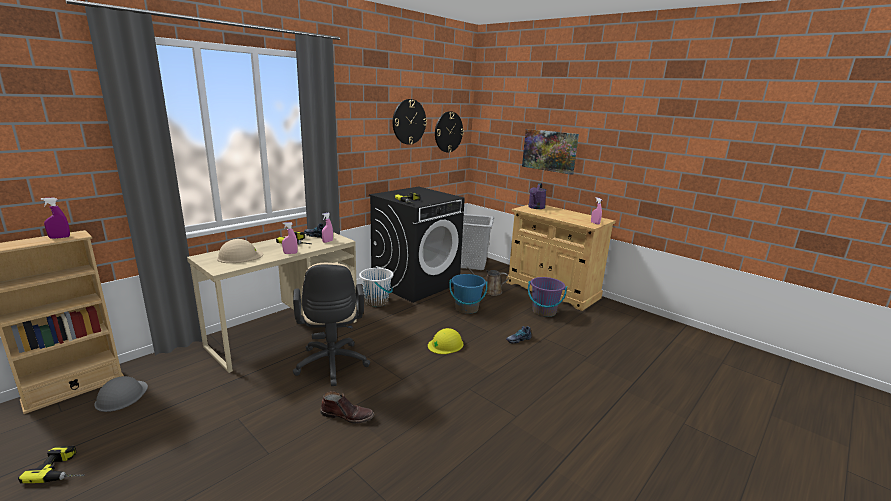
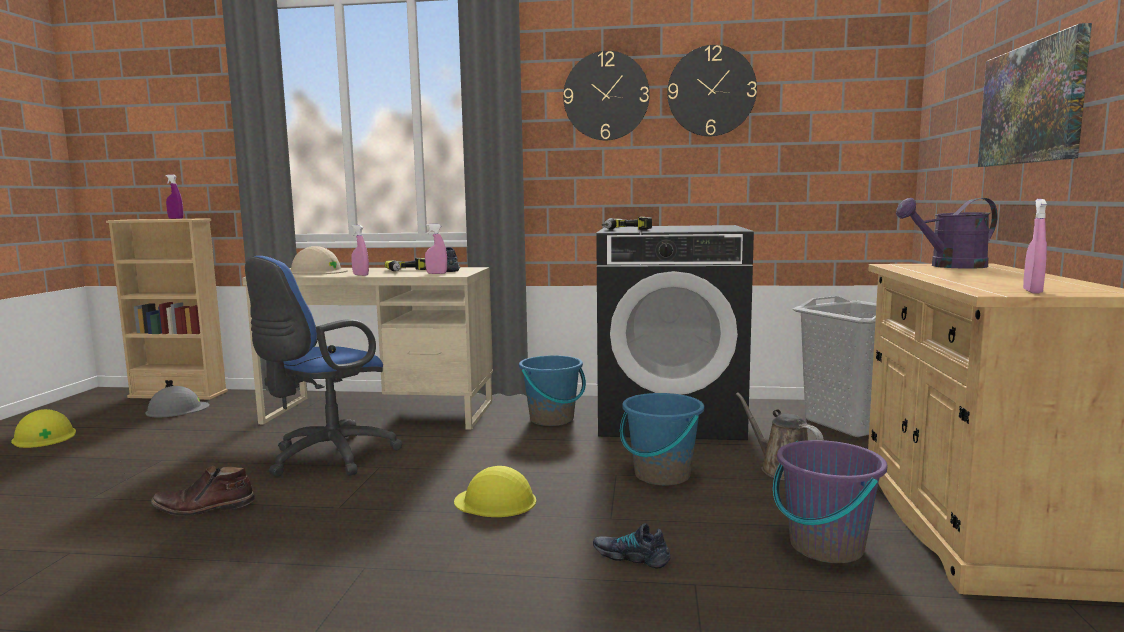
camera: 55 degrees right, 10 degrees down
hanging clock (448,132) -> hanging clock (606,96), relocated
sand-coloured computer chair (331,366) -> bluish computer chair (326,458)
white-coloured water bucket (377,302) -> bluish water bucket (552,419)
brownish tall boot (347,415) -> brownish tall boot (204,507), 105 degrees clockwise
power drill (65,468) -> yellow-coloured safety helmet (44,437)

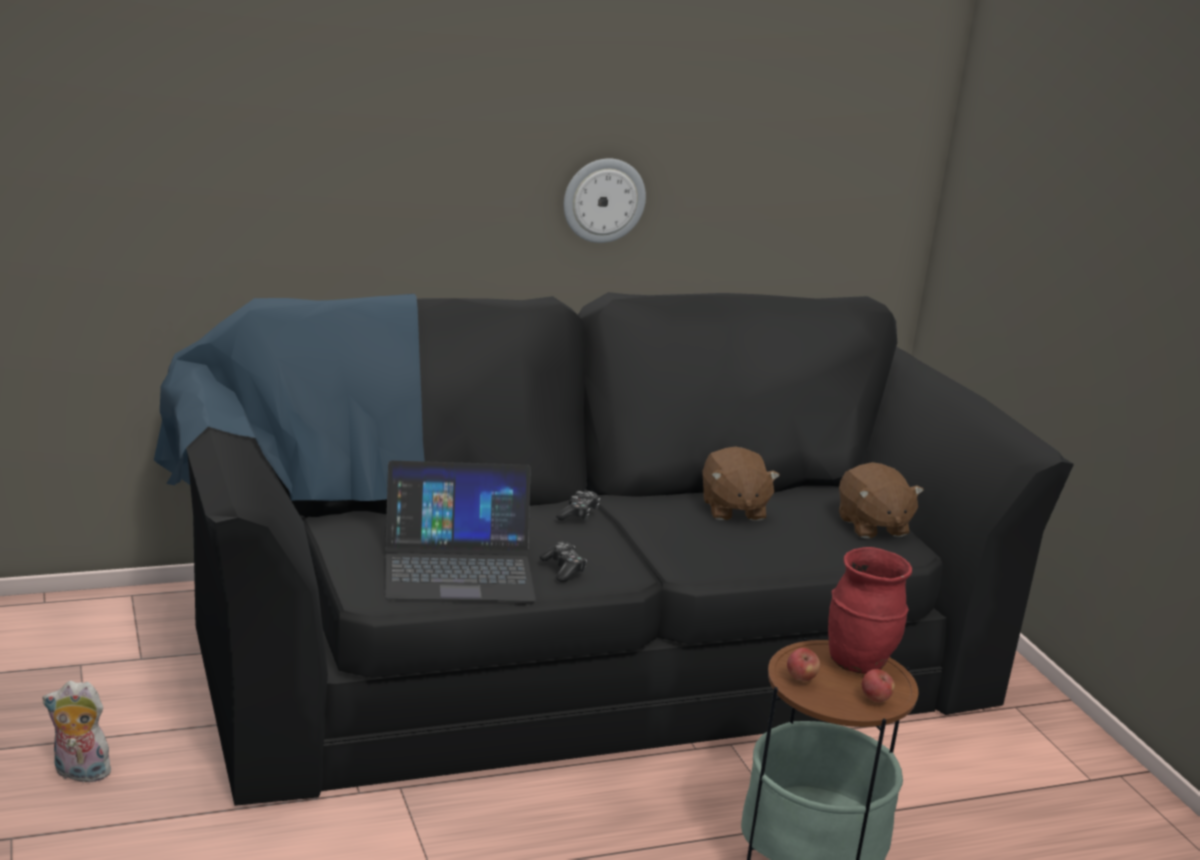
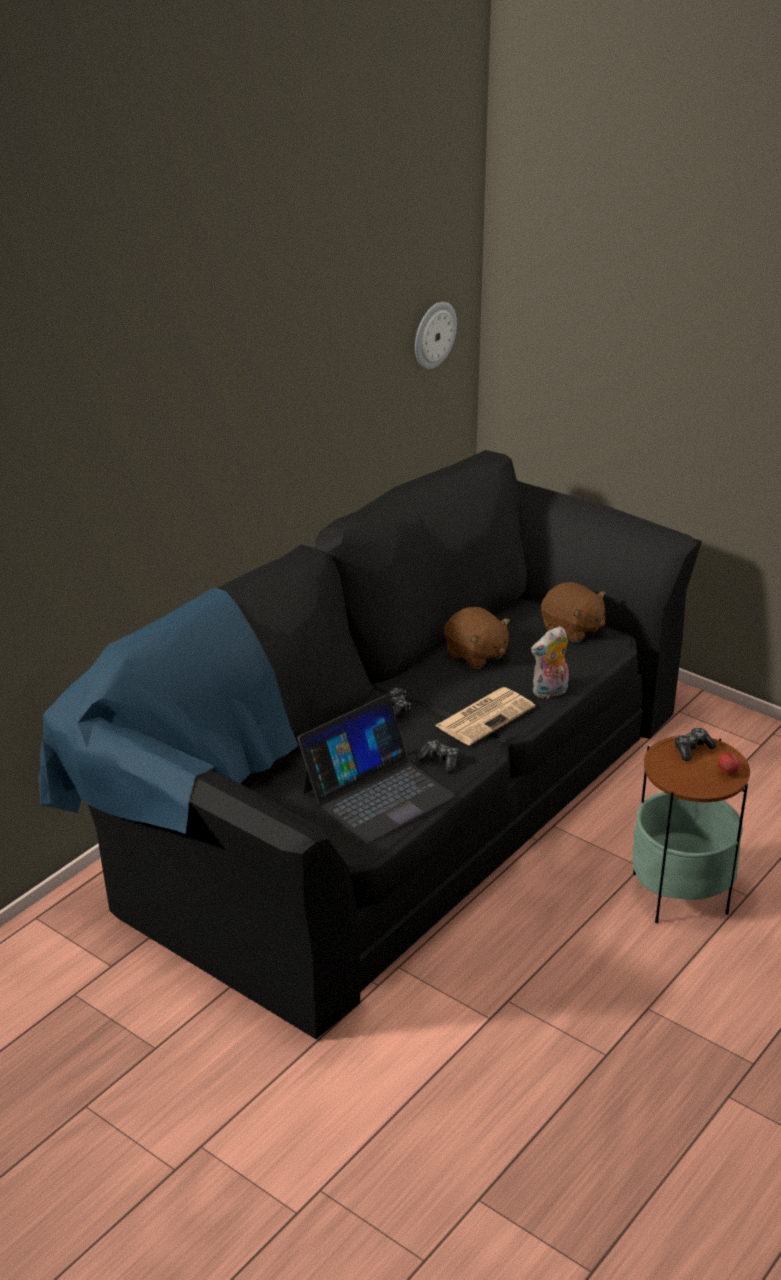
camera: 30 degrees left, 10 degrees up
hanging clock (603,200) -> hanging clock (433,335), relocated
reddish vase (858,662) -> gamepad (692,749)
apple fruit (801,678) -> none
plush toy (79,773) -> plush toy (550,692), relocated
none -> newspaper (485,716)

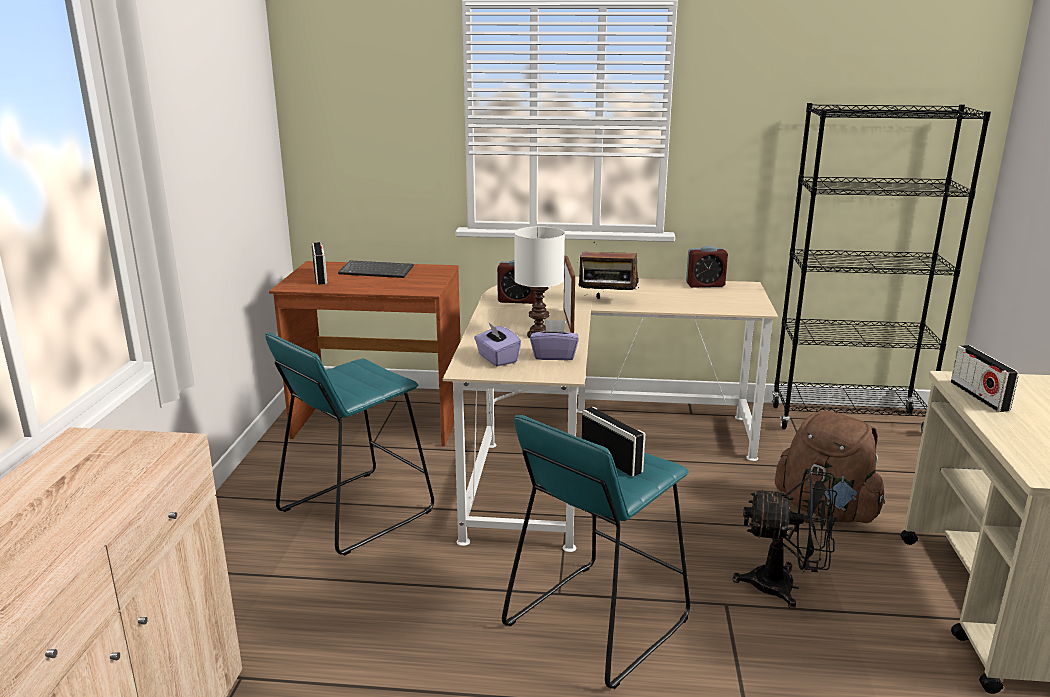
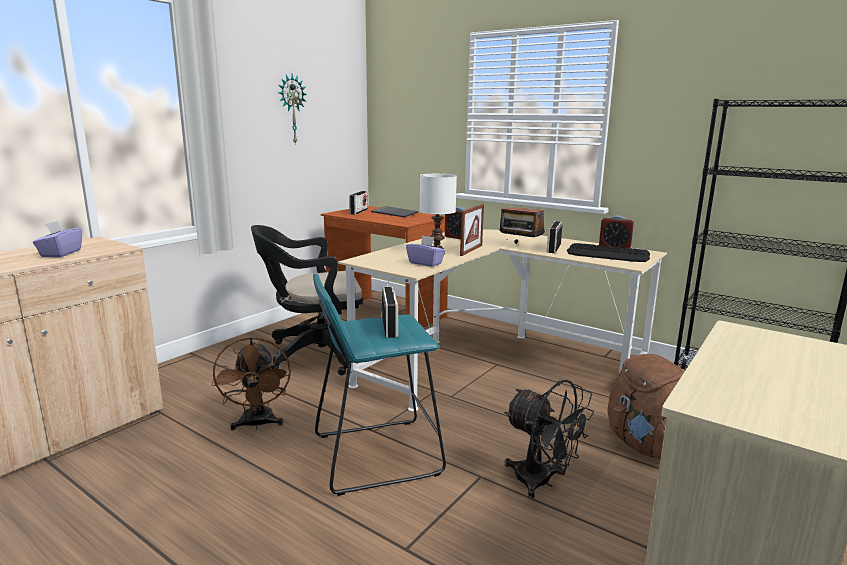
camera: 30 degrees right, 5 degrees down
purple-coloured tissue holder (497,359) -> purple-coloured tissue holder (60,253), relocated
turquoise sitting stool (355,511) -> black computer chair (315,354)
radio receiver (979,396) -> radio receiver (553,248), relocated
none -> hanging clock (291,109)
none -> keyboard (608,254)
none -> brownish cooling fan (257,424)

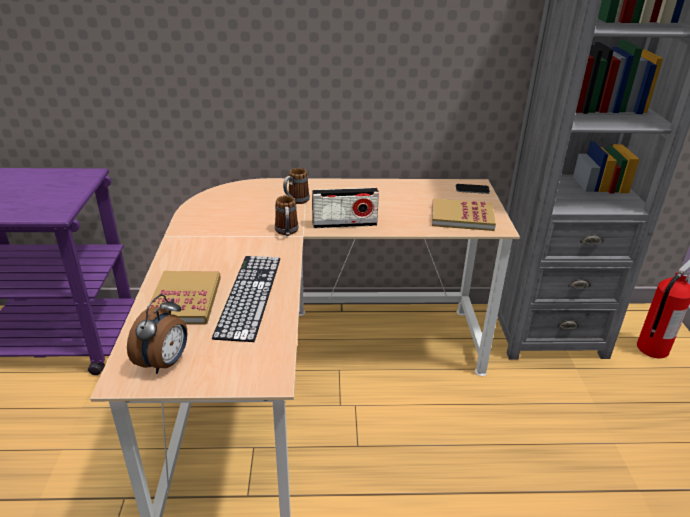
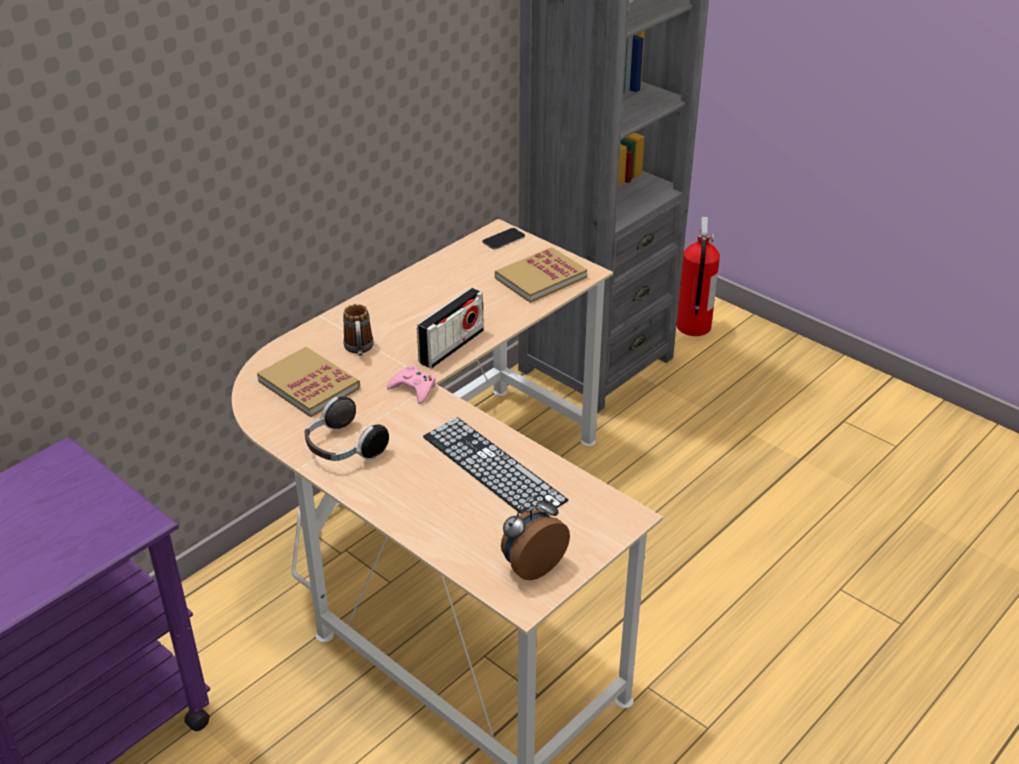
camera: 45 degrees left, 5 degrees up
tea mug (287,232) -> pink gamepad (414,388)
book (185,300) -> book (309,385), relocated
table clock (165,363) -> table clock (531,566), 105 degrees counterclockwise
none -> pair of headphones (343,448)

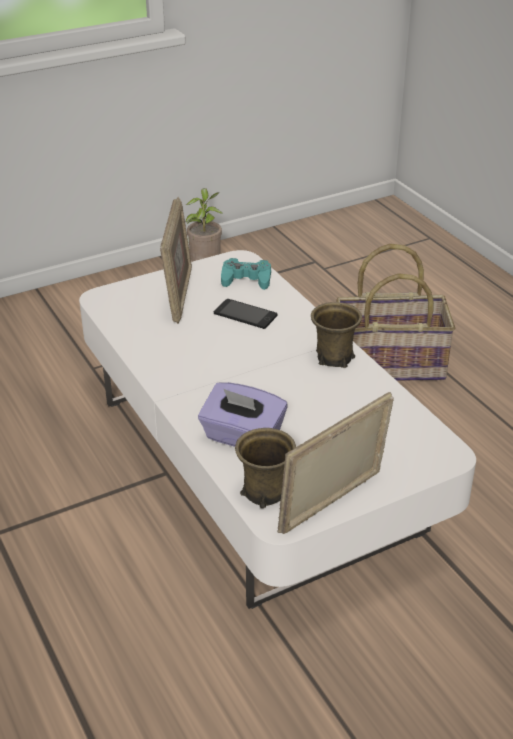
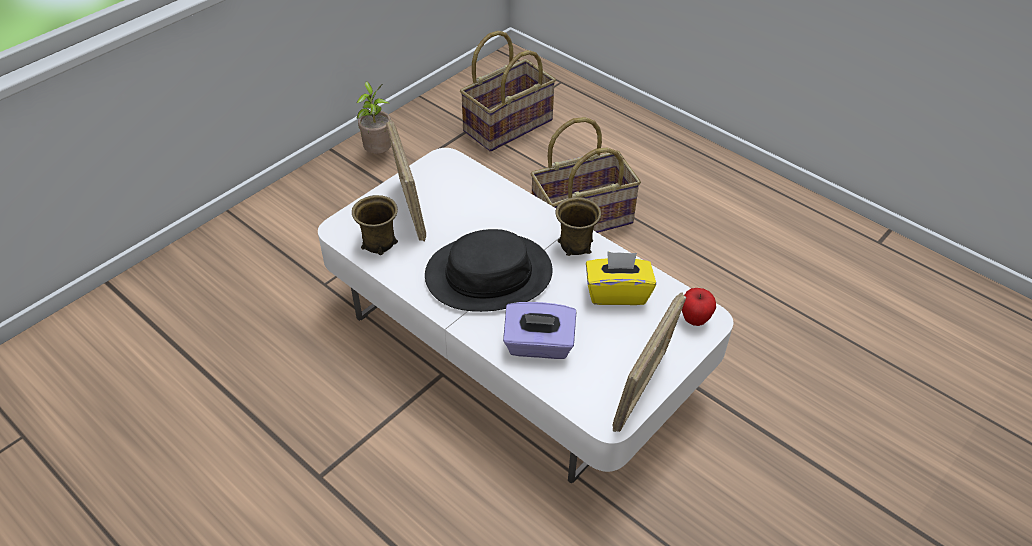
camera: 20 degrees left, 10 degrees up
turquoise gamepad (246,279) -> none
telephone (245,314) -> none
brownish tea mug (264,492) -> brownish tea mug (378,243), relocated
none -> storage basket (507,125)
none -> black wearable hat (488,274)
none -> yellow-coloured tissue holder (617,293)
none -> apple fruit (695,319)

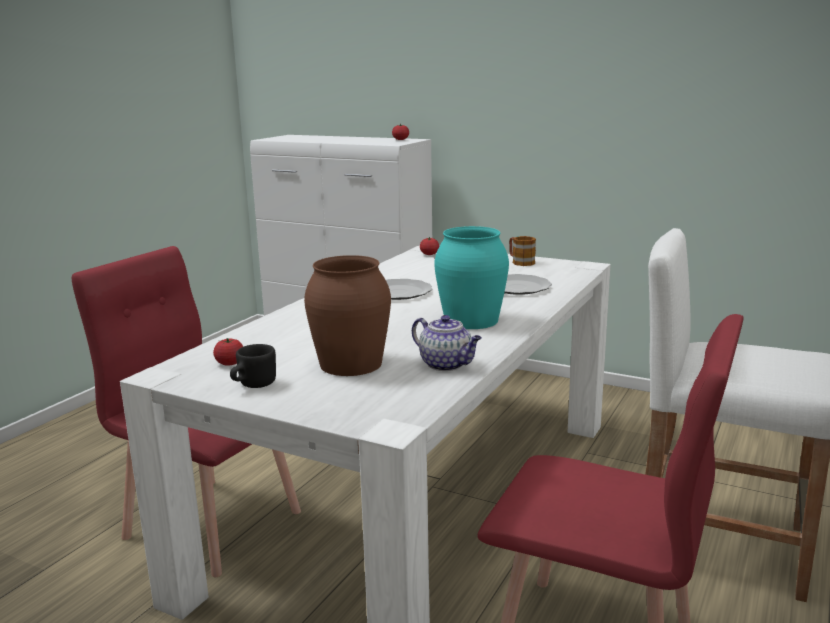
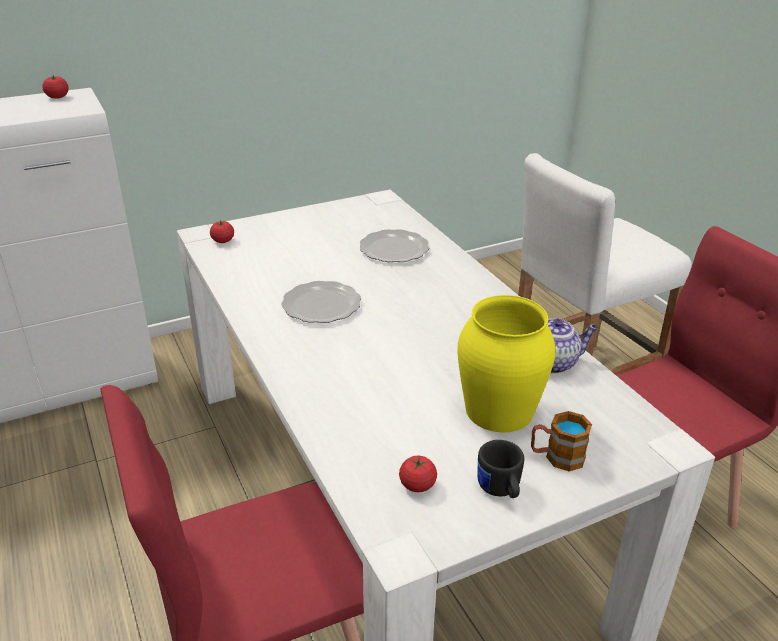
camera: 55 degrees left, 15 degrees up
turquoise vase (471,320) -> none
tea mug (520,262) -> tea mug (556,457), relocated
brownish vase (350,364) -> yellow-coloured vase (498,410)

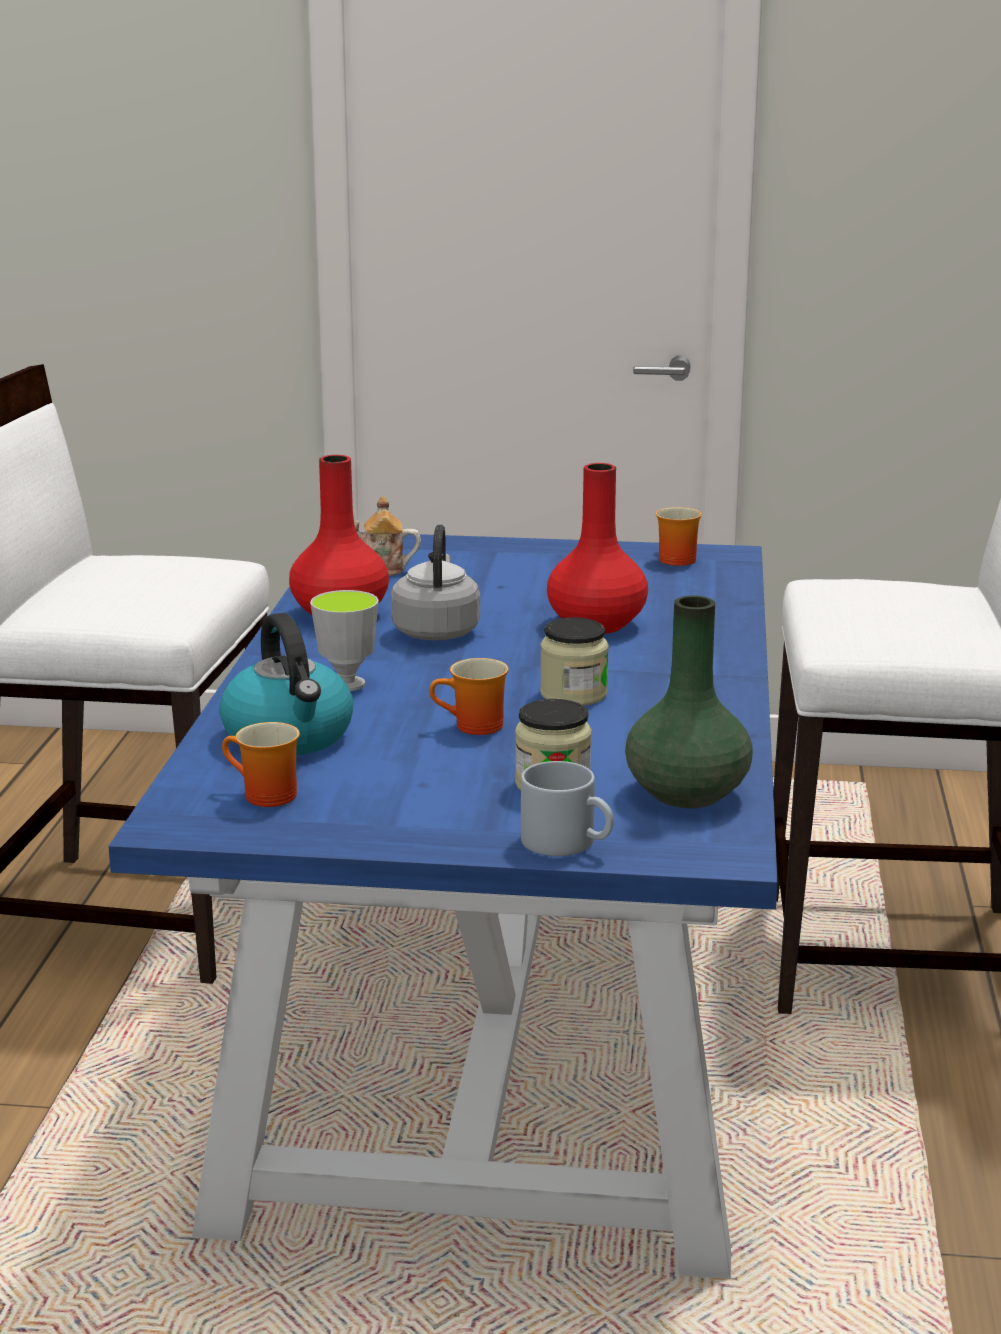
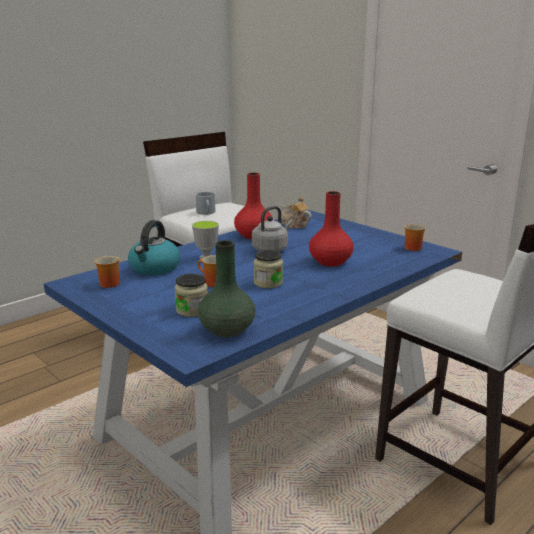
camera: 40 degrees right, 0 degrees up
gray tea mug (569,843) -> gray tea mug (206,213), relocated

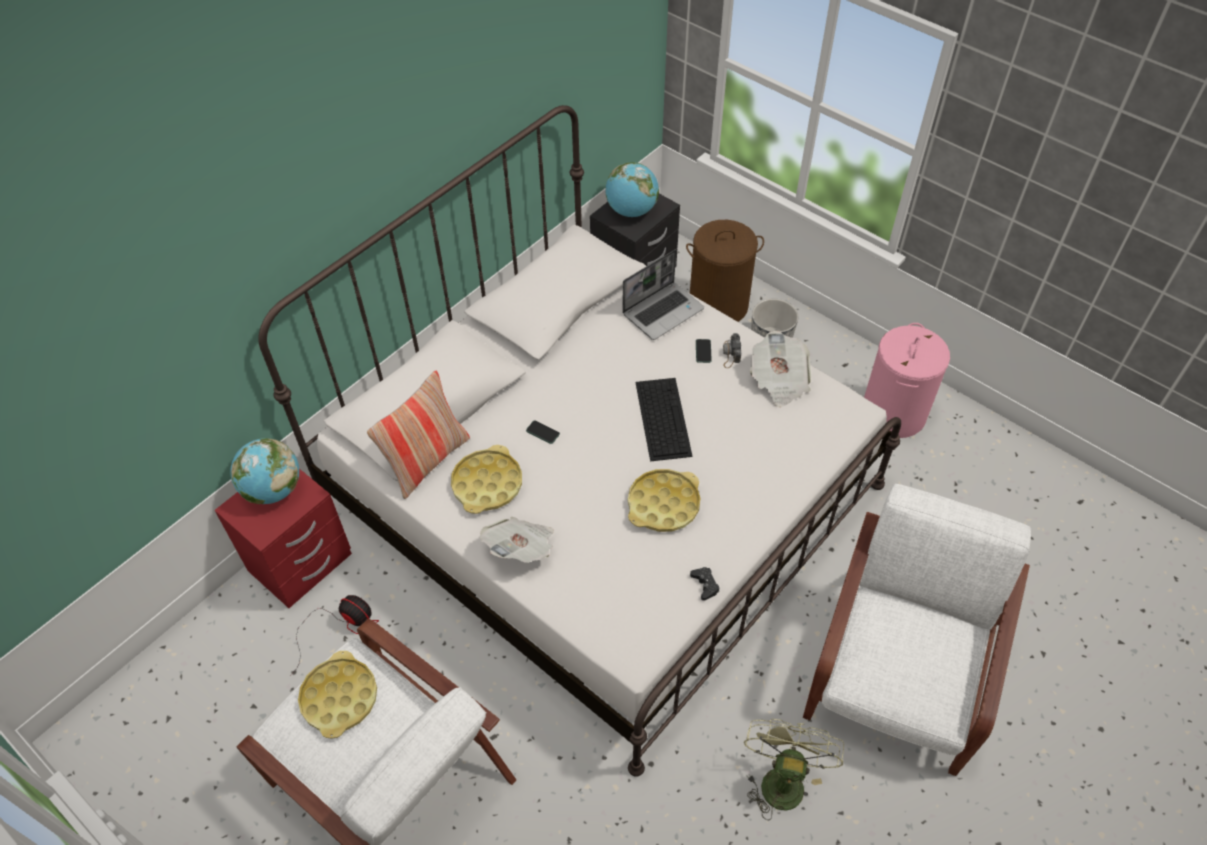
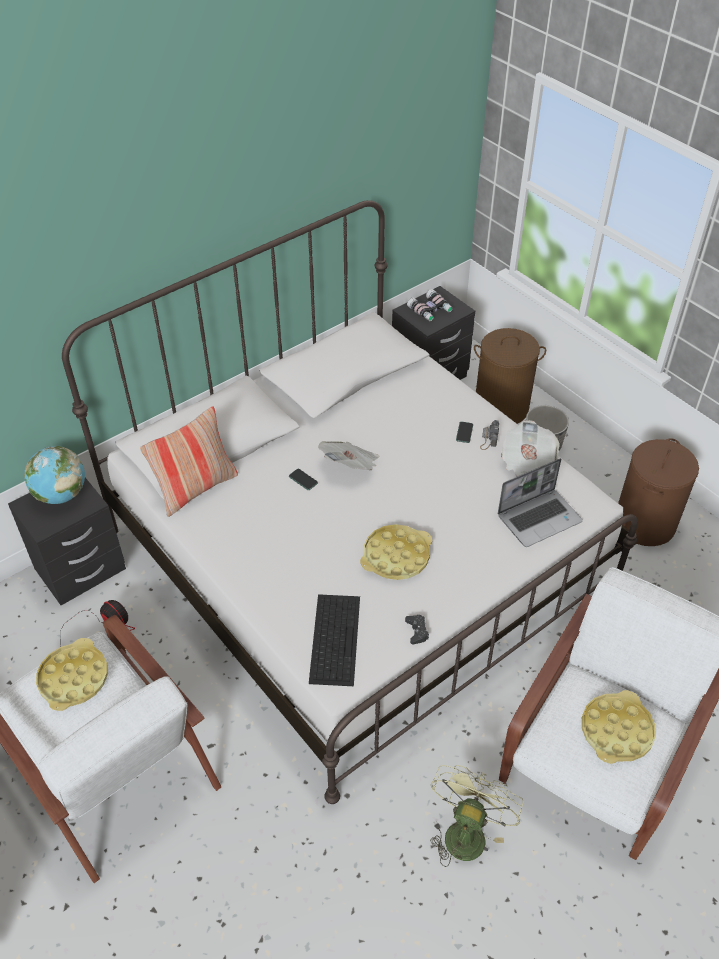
camera: 10 degrees right, 5 degrees down
globe (631,211) -> pair of binoculars (430,310)
notebook computer (663,311) -> notebook computer (539,518), relocated
pink hamper (893,412) -> brownish hamper (644,523)
keyboard (662,417) -> keyboard (334,638), relocated
yellow-coloured serving tray (487,484) -> yellow-coloured serving tray (616,731), relocated
reddish bedside table (300,563) -> black bedside table (80,569)
newspaper (521,549) -> newspaper (351,466), relocated

